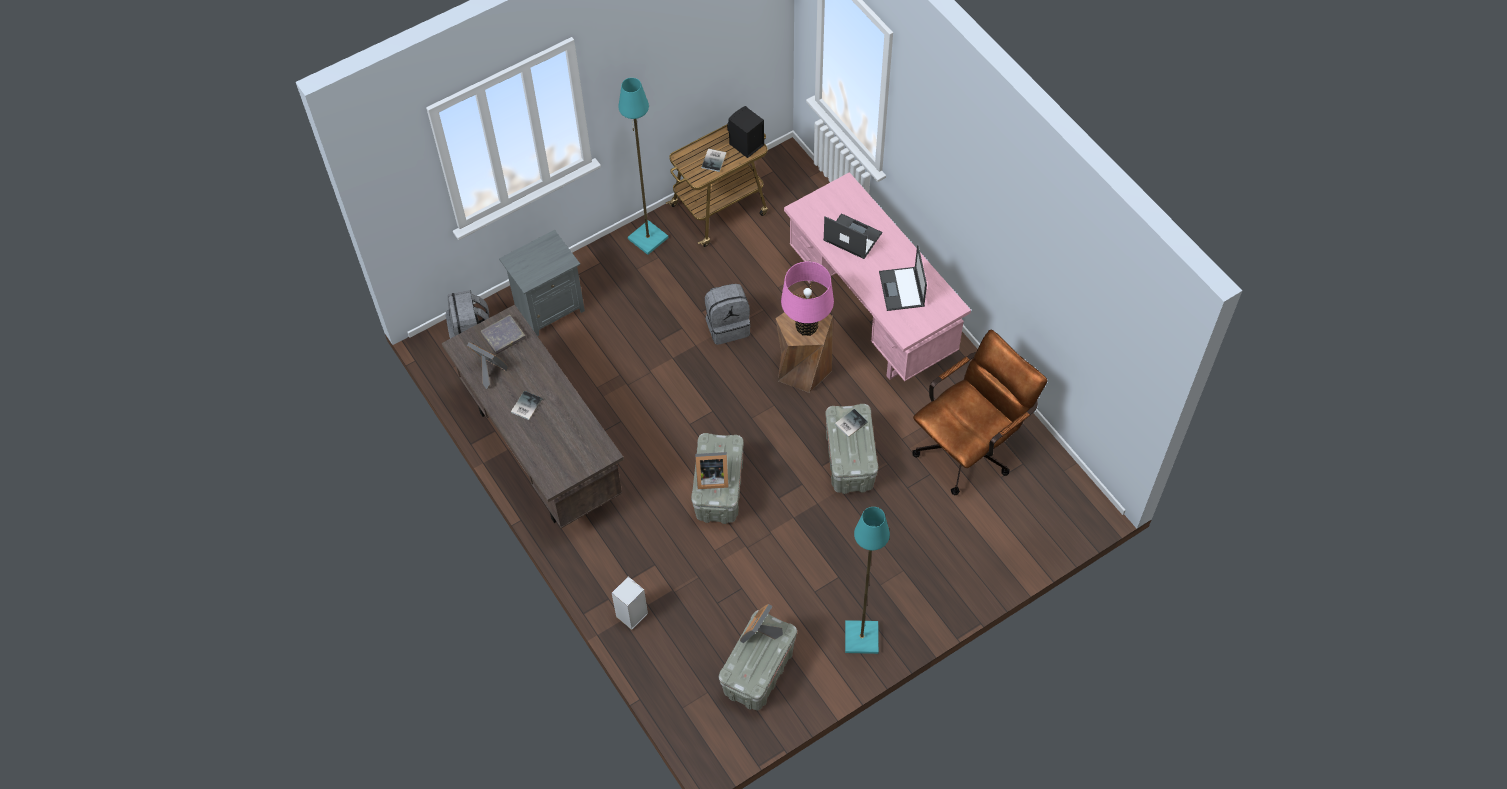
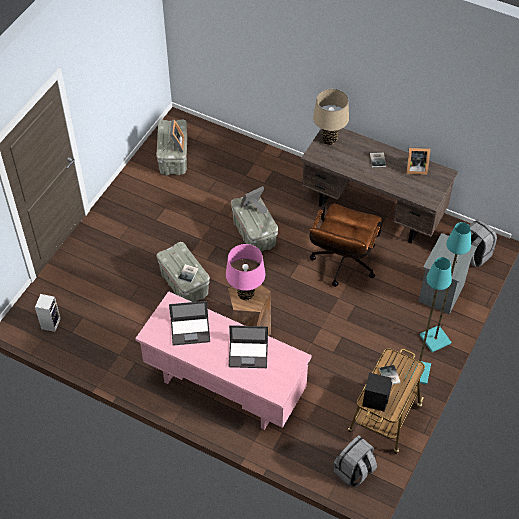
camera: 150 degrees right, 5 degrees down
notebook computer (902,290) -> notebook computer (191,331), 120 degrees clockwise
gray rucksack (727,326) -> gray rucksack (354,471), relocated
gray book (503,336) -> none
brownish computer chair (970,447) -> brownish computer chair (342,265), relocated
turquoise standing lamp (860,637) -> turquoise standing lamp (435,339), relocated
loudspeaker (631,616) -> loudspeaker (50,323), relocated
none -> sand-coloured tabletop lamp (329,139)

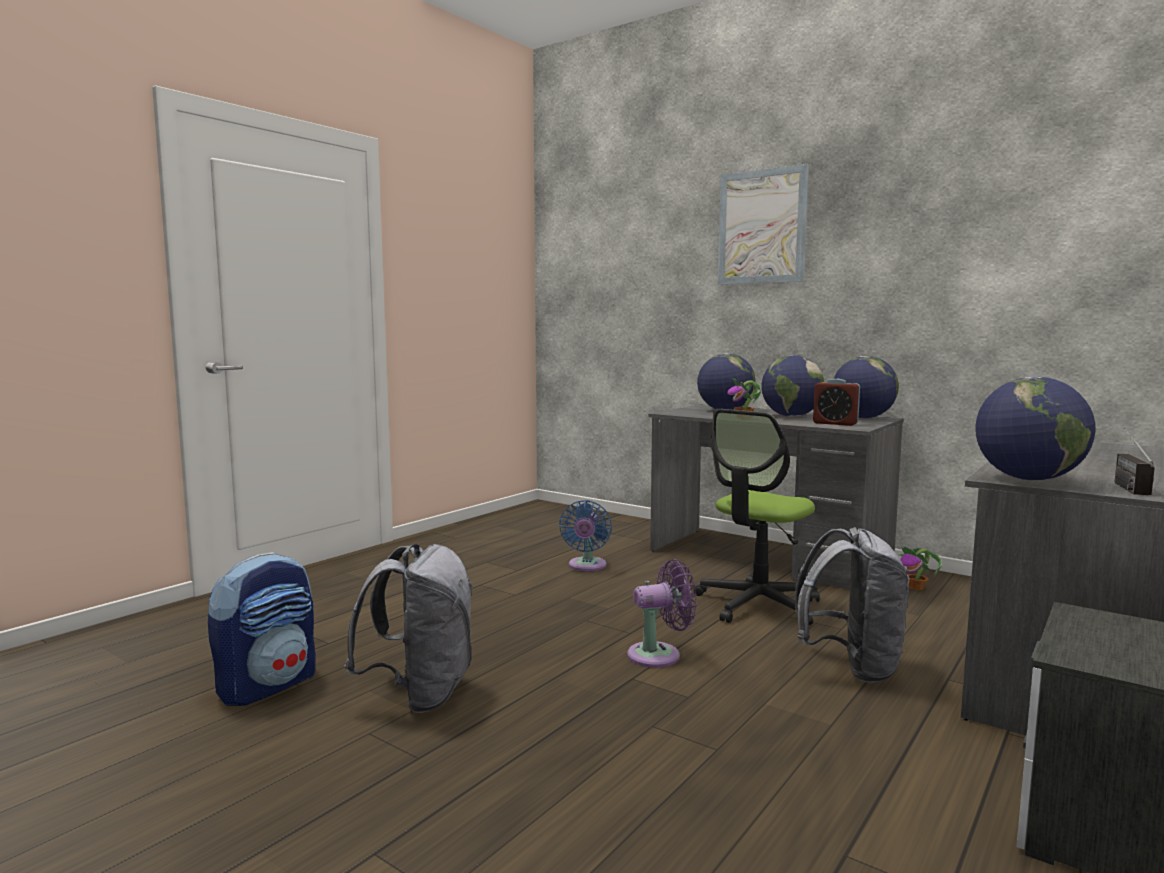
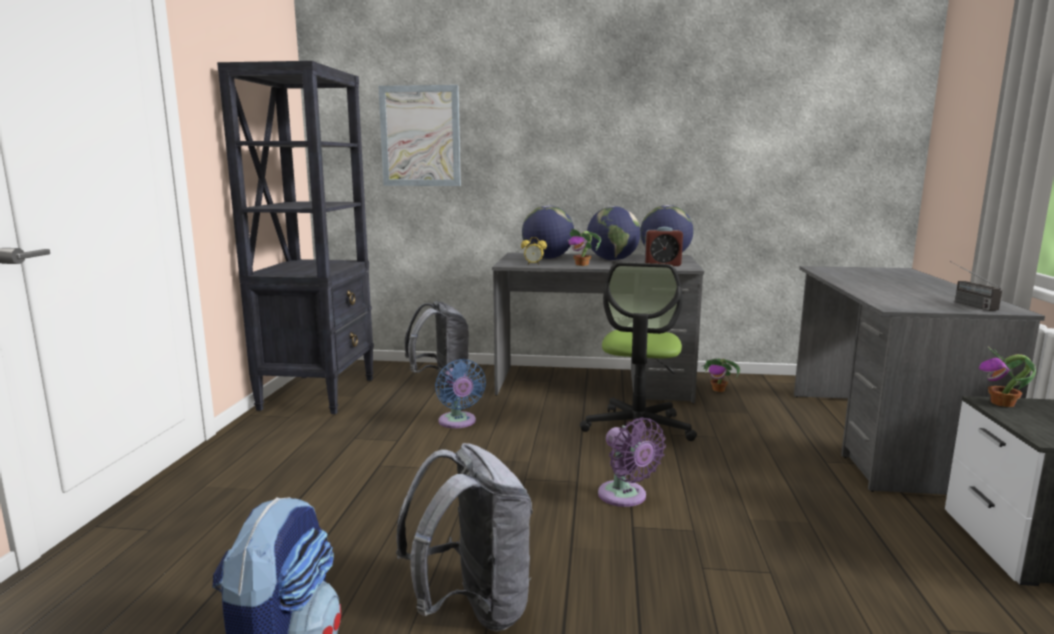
camera: 30 degrees left, 5 degrees up
picture (762,227) -> picture (420,136), relocated
globe (1028,479) -> none
gray rucksack (851,667) -> gray rucksack (441,383), relocated
purple-coloured cooling fan (659,655) -> purple-coloured cooling fan (625,497), 105 degrees clockwise
none -> black bookshelf (319,393)
none -> table clock (533,264)
none -> plant in a pot (1003,403)

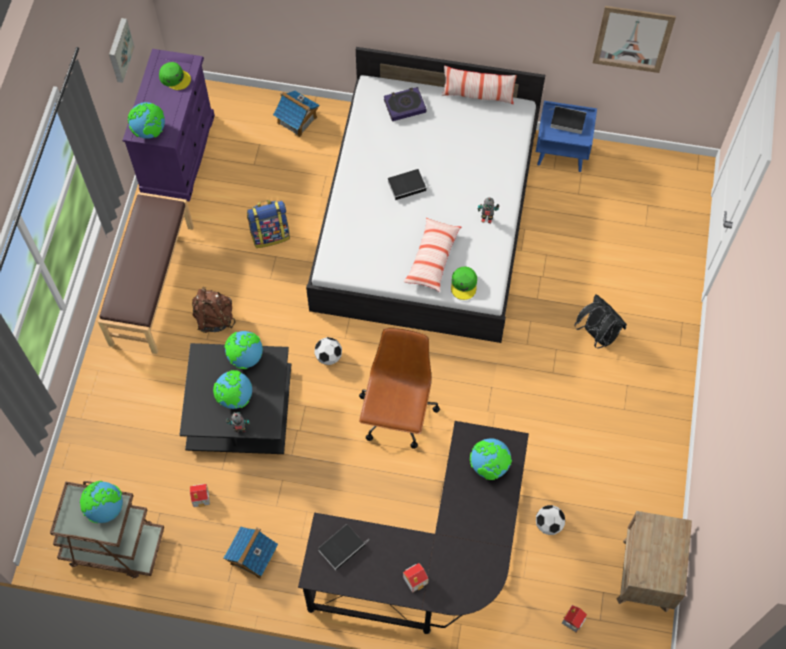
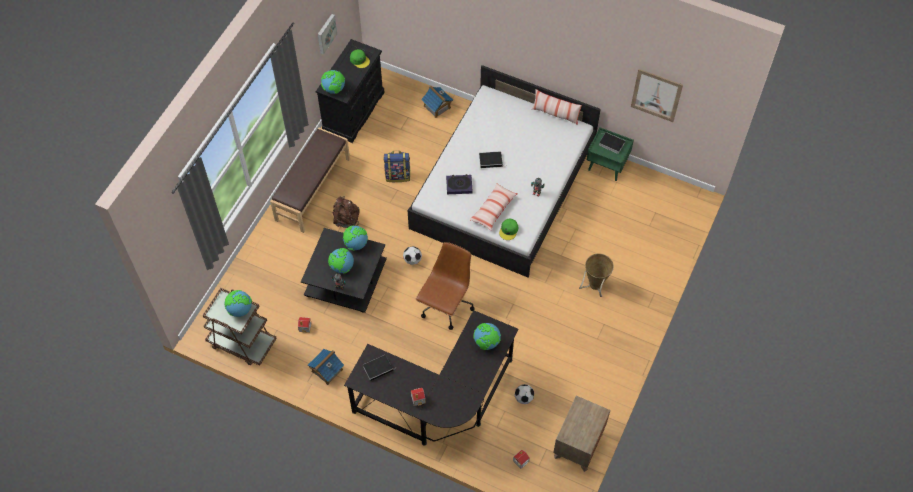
camera: 15 degrees right, 5 degrees down
purple-coloured dresser (178,153) -> black dresser (354,111)
book (404,106) -> book (459,185), relocated
bluish bedside table (562,153) -> green-coloured bedside table (607,166)
black rucksack (597,334) -> storage basket (594,287)

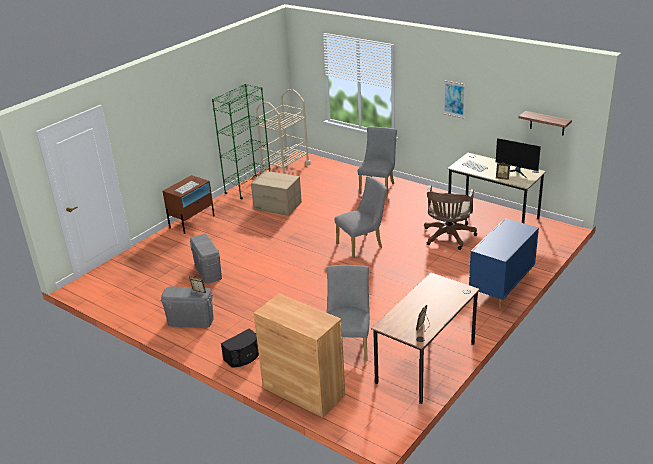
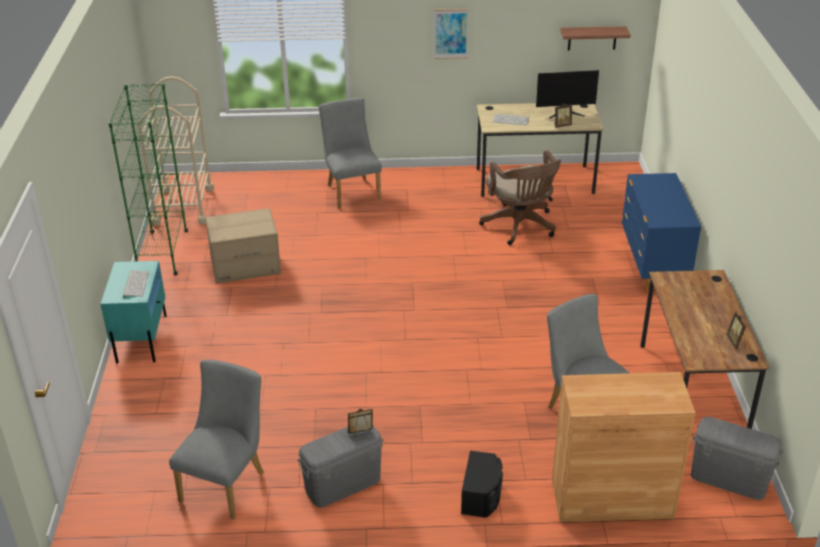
camera: 40 degrees left, 5 degrees up
brownish bedside table (192,221) -> turquoise bedside table (142,338)
gray plain chair (362,245) -> gray plain chair (227,483), relocated
gray storage container (208,272) -> gray storage container (729,479), relocated

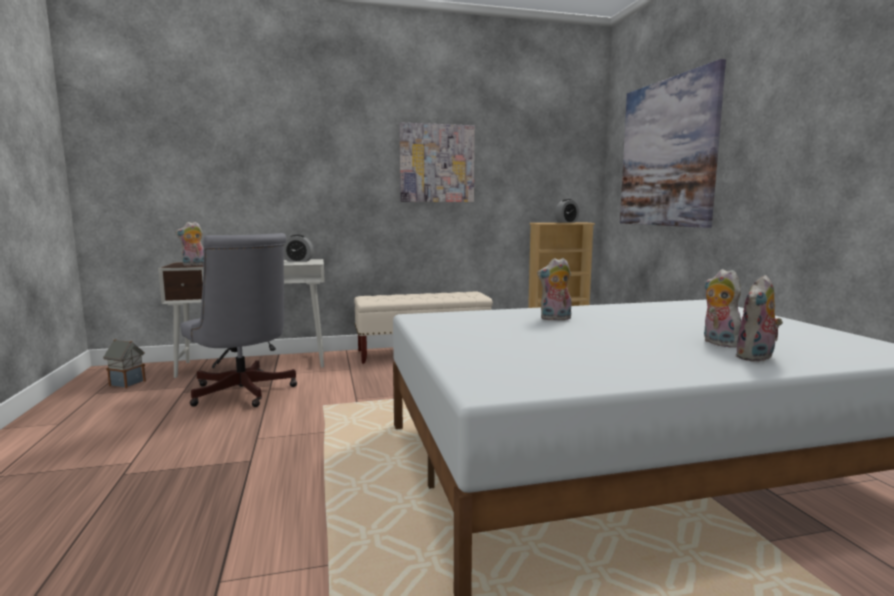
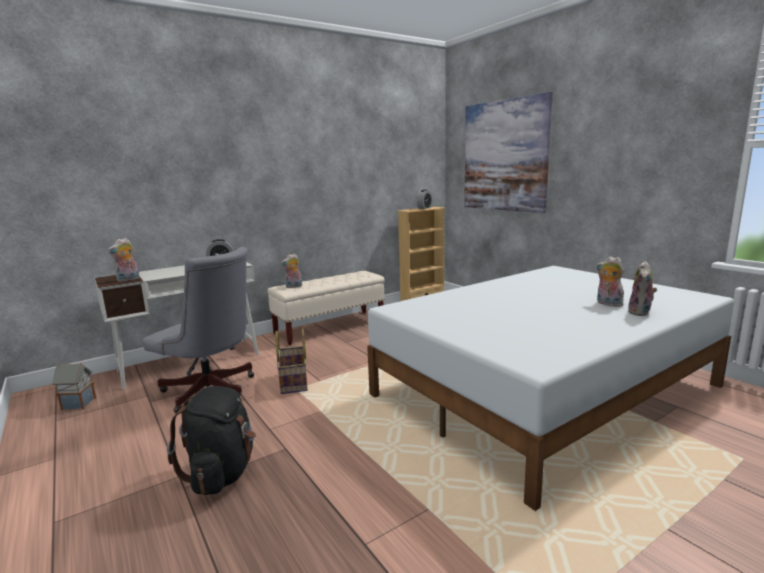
camera: 20 degrees left, 5 degrees up
picture (437,163) -> none
plush toy (555,319) -> plush toy (293,286), relocated
none -> storage basket (294,382)
none -> black rucksack (222,473)

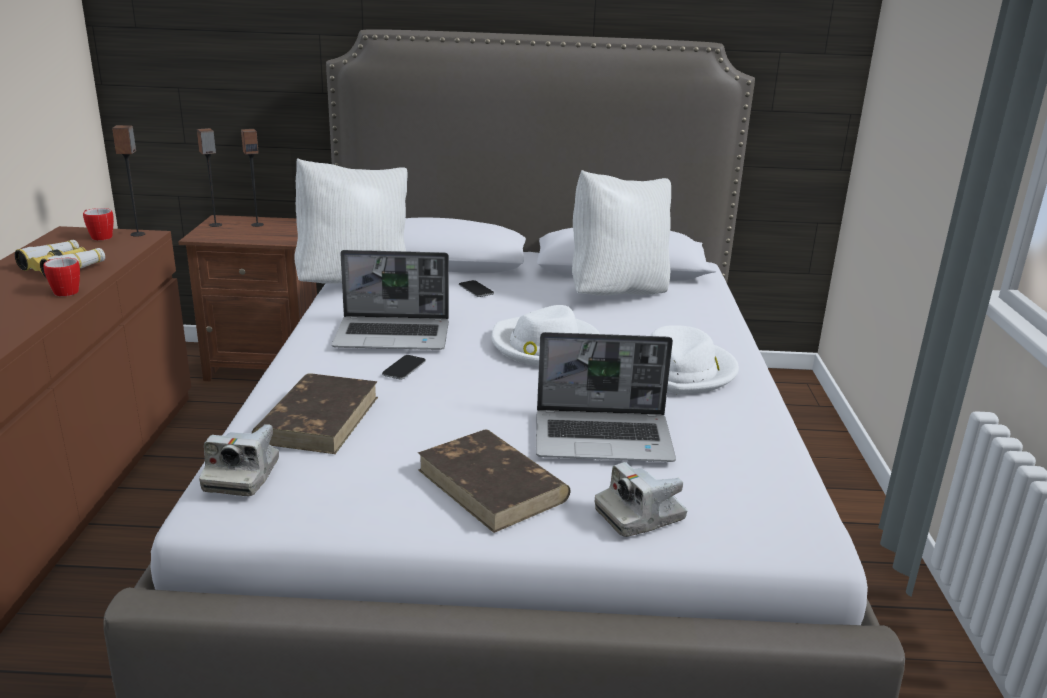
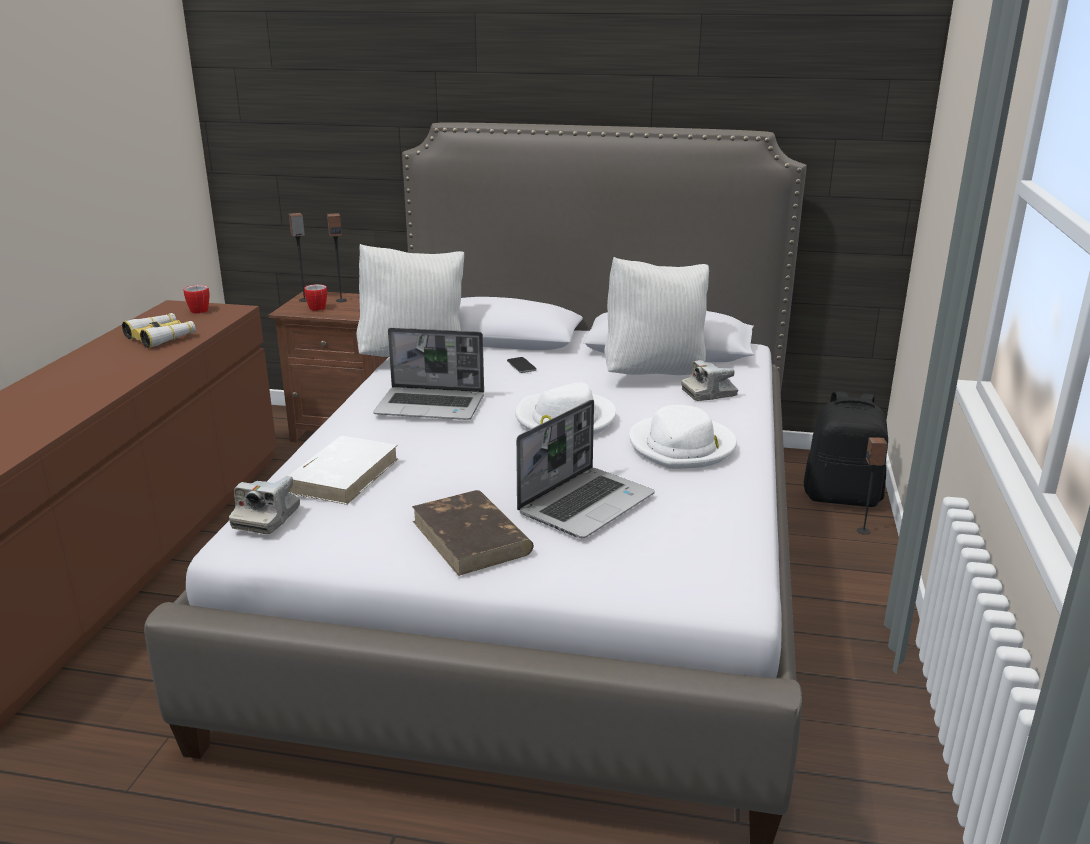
camera: 10 degrees right, 0 degrees up
loudspeaker (138,234) -> loudspeaker (863,531), relocated
tea mug (63,291) -> tea mug (315,307), relocated
notebook computer (604,438) -> notebook computer (586,504), 60 degrees counterclockwise
telephone (404,368) -> none
brownish book (319,418) -> white-coloured book (343,474)
still camera (640,515) -> still camera (709,393), relocated
none -> black rucksack (842,497)

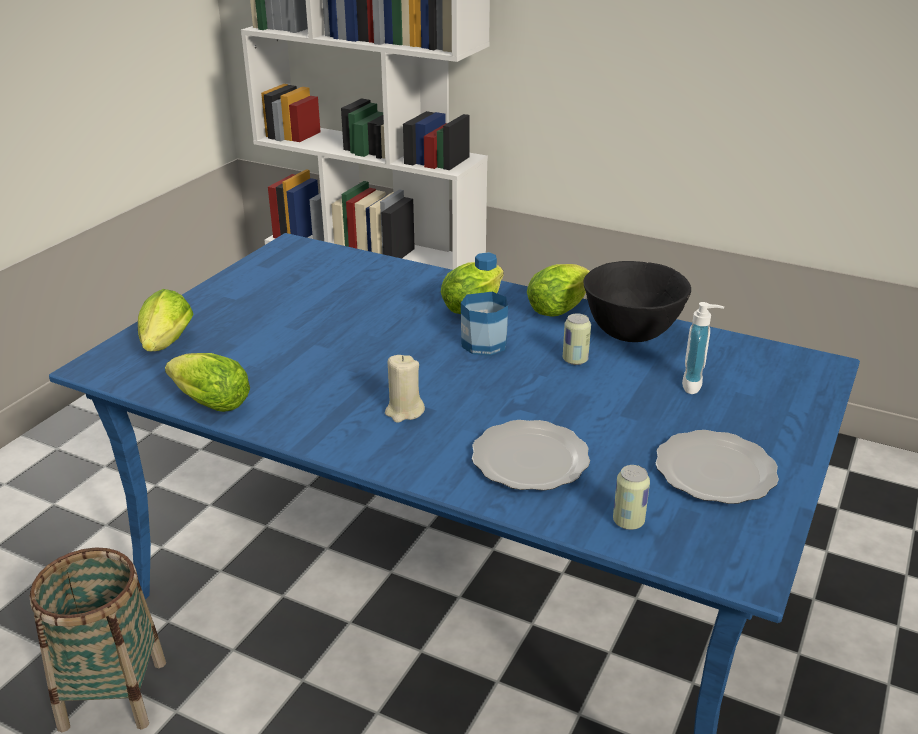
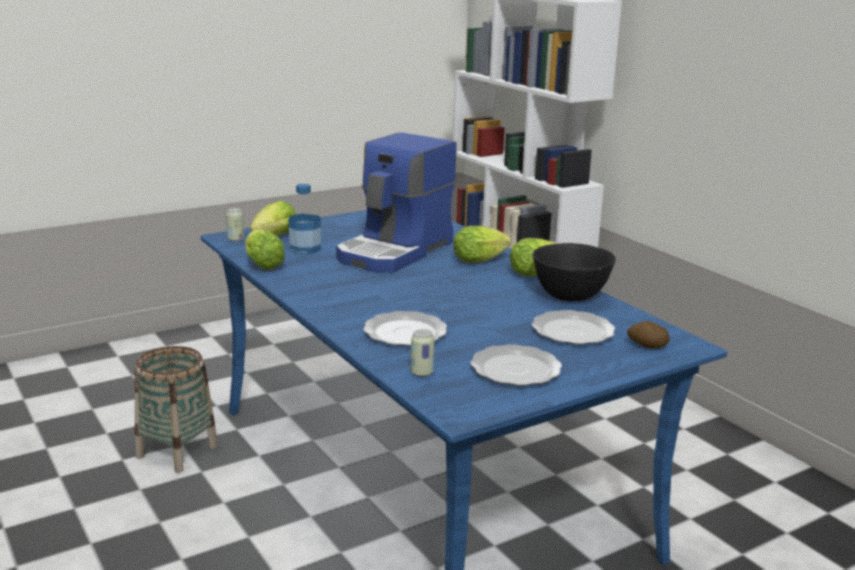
camera: 30 degrees right, 10 degrees down
drink bottle (484,343) -> drink bottle (305,249), relocated
soap bottle (696,385) -> flat dish (572,330)
sealed can (575,360) -> sealed can (236,239), relocated
sand-coloured candle (404,411) -> none
none -> coffee brewer (396,251)
none -> potato (646,346)

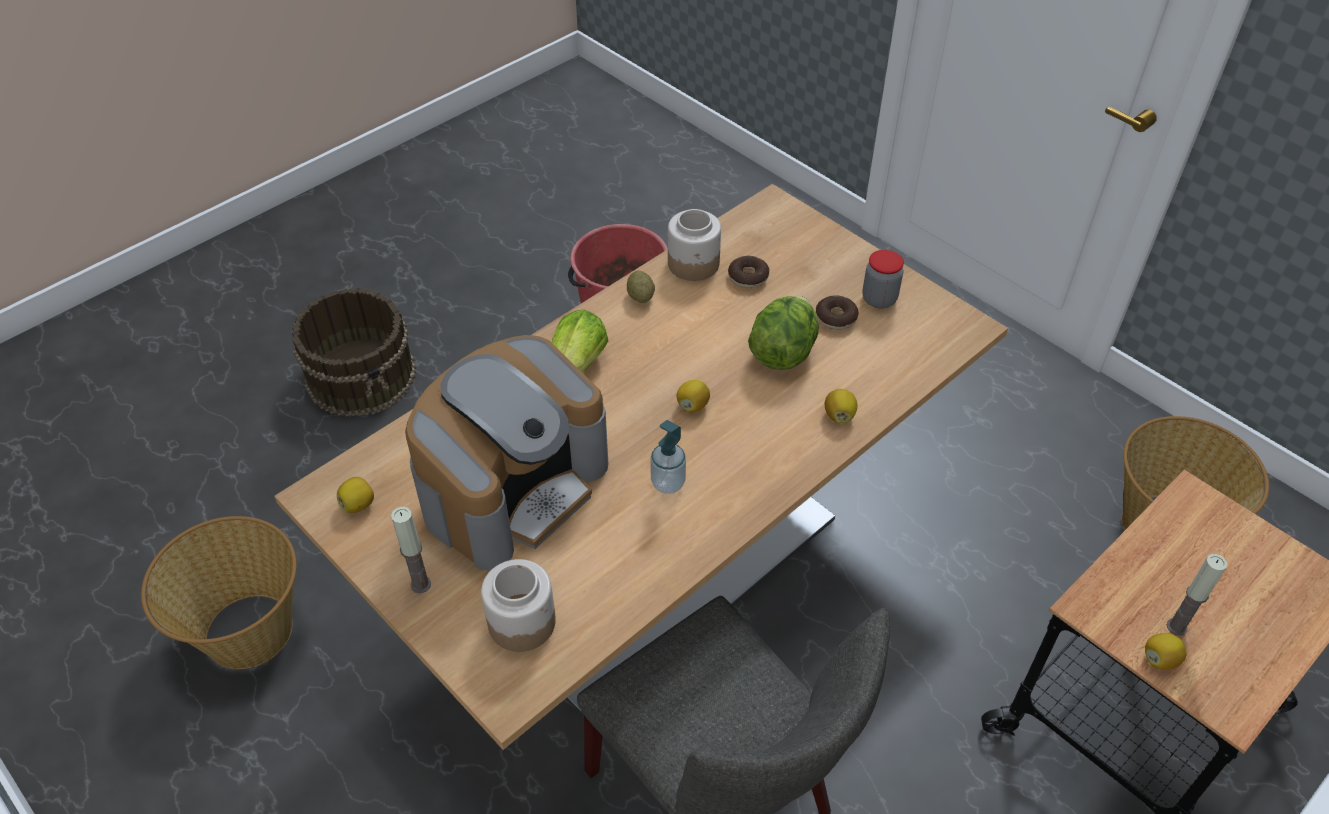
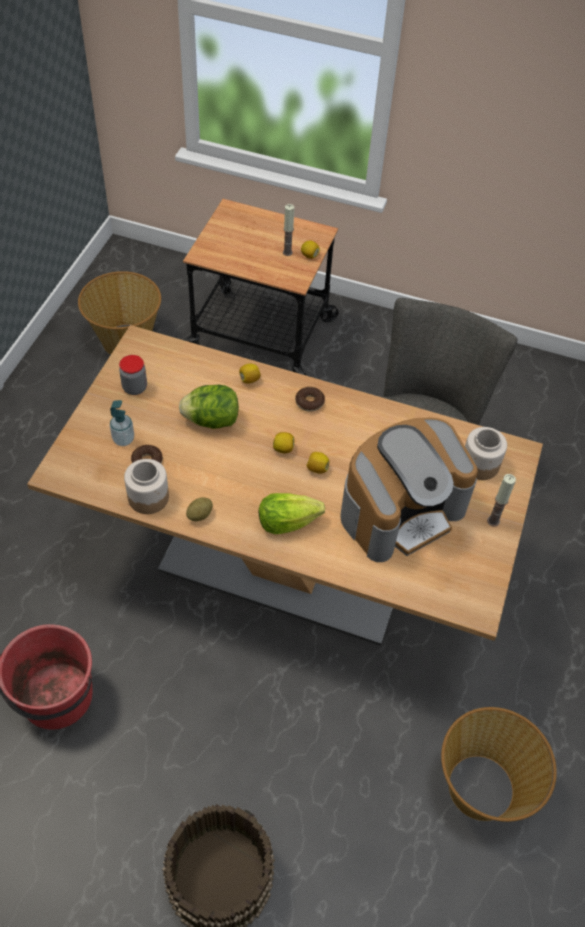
camera: 120 degrees left, 5 degrees up
doughnut (836,318) -> doughnut (309,402), relocated
coffee brewer (513,486) -> coffee brewer (401,510), 135 degrees clockwise
soap bottle (668,483) -> soap bottle (123,439), relocated
citrus fruit (358,504) -> citrus fruit (317,468), relocated

